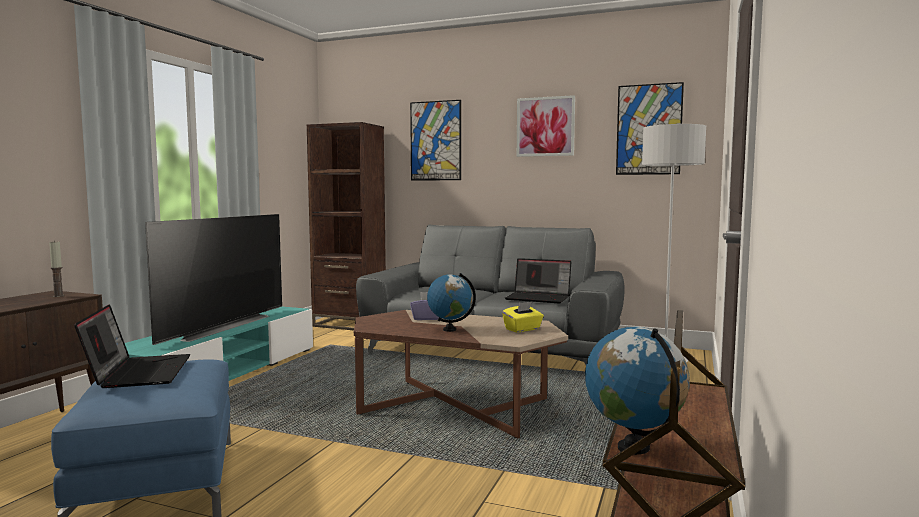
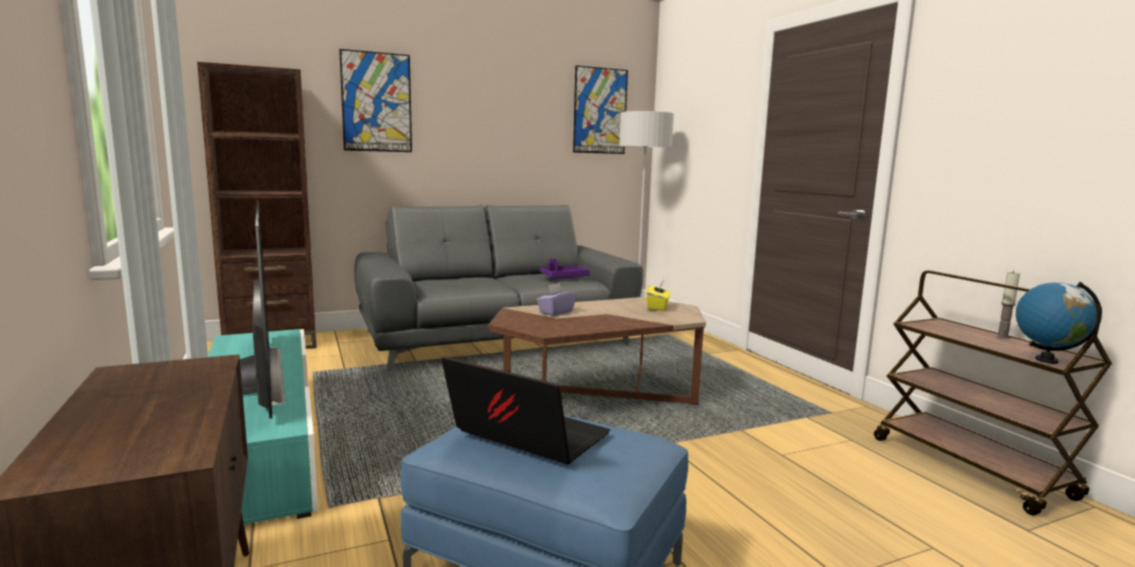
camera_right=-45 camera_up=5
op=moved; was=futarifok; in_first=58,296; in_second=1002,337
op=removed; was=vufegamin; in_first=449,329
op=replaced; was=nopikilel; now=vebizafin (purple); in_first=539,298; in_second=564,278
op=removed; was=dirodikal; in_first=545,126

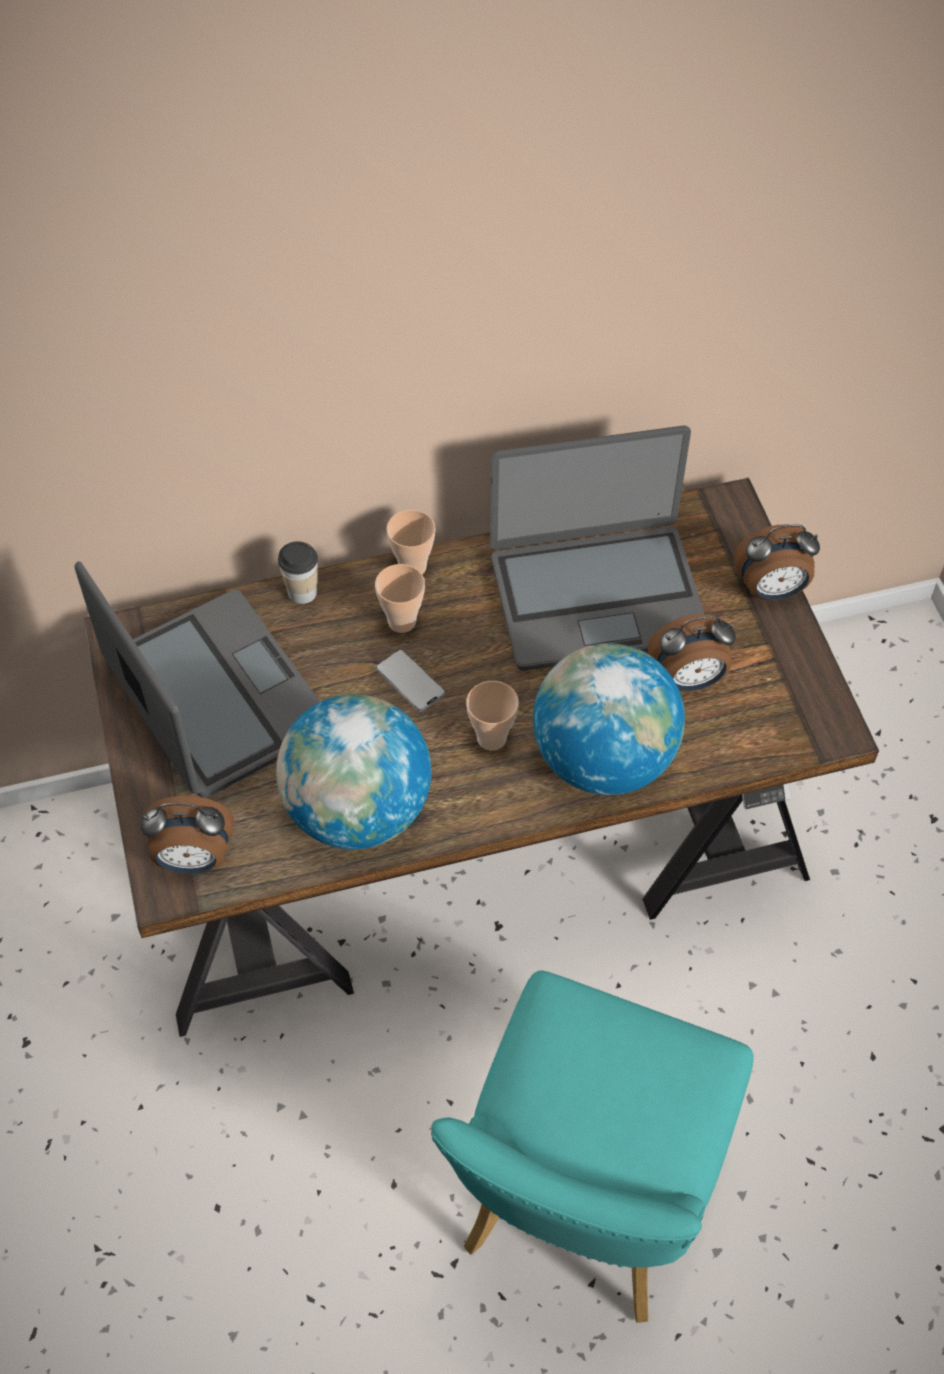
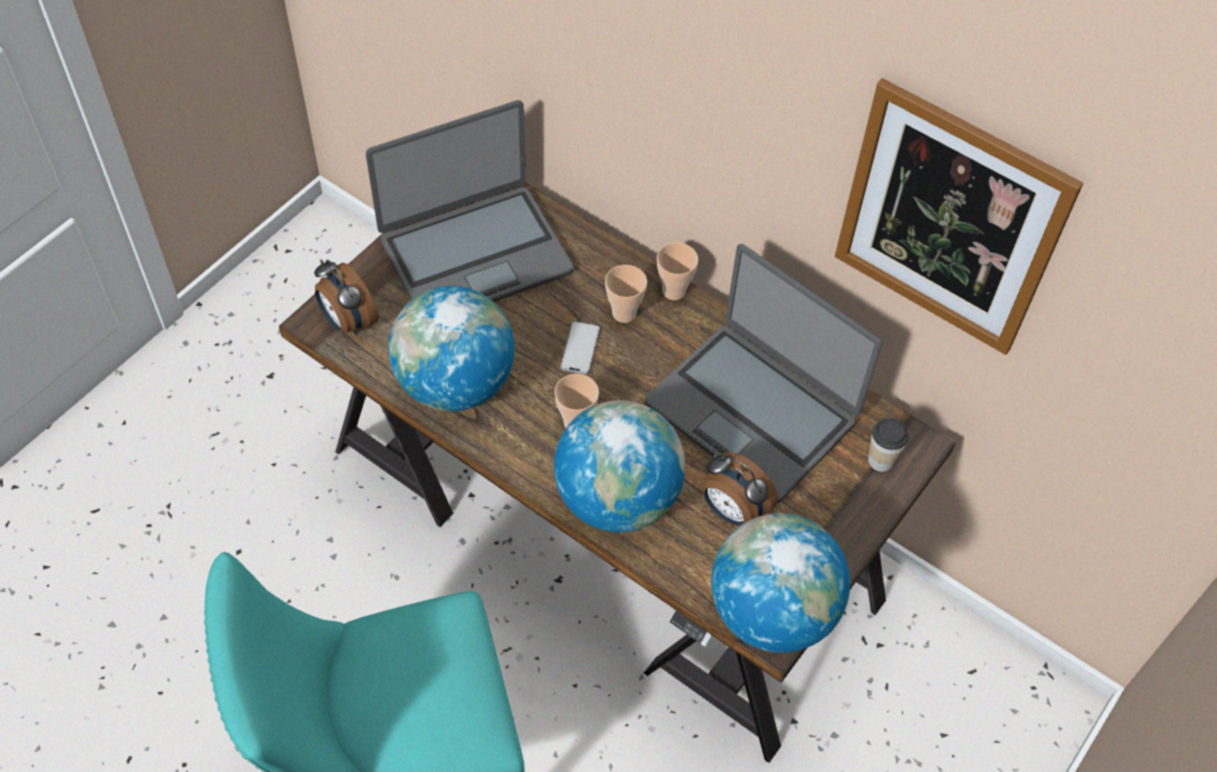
camera_right=50 camera_up=0
op=turned; was=nopikilel; in_first=215,697; in_second=475,254; clockwise=45
op=moved; was=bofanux; in_first=302,592; in_second=881,460
op=removed; was=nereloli; in_first=771,590
op=added; now=vufegamin; in_second=771,612
op=added; now=dirodikal; in_second=949,220

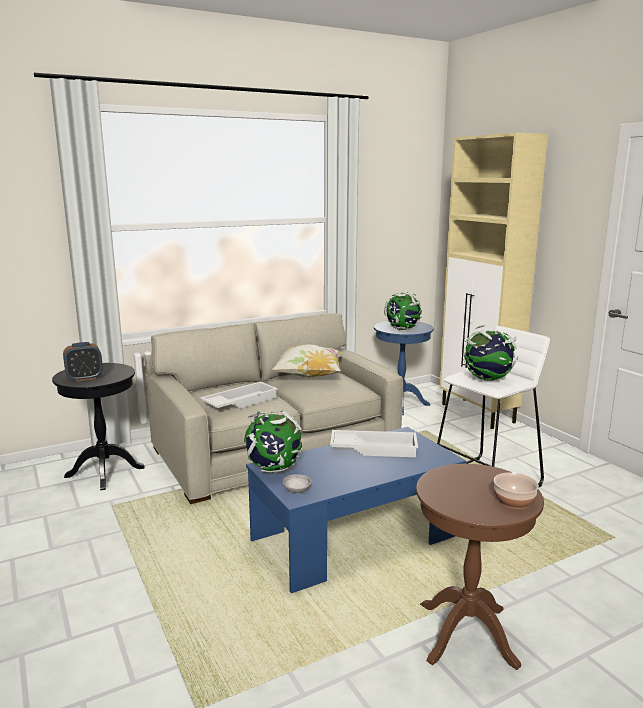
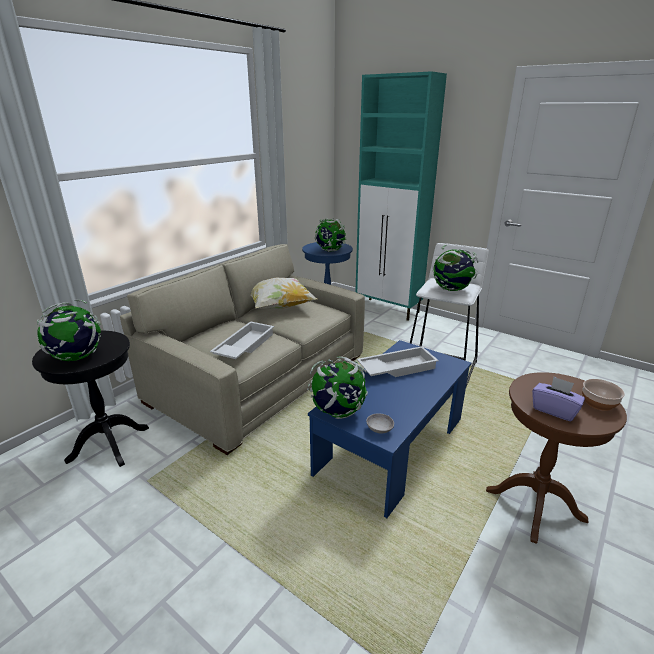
camera_right=-25 camera_up=10
op=replaced; was=nereloli; now=vufegamin; in_first=84,378; in_second=76,358
op=recoloured; was=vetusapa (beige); now=vetusapa (turquoise); in_first=478,413; in_second=388,309
op=added; now=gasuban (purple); in_second=554,410

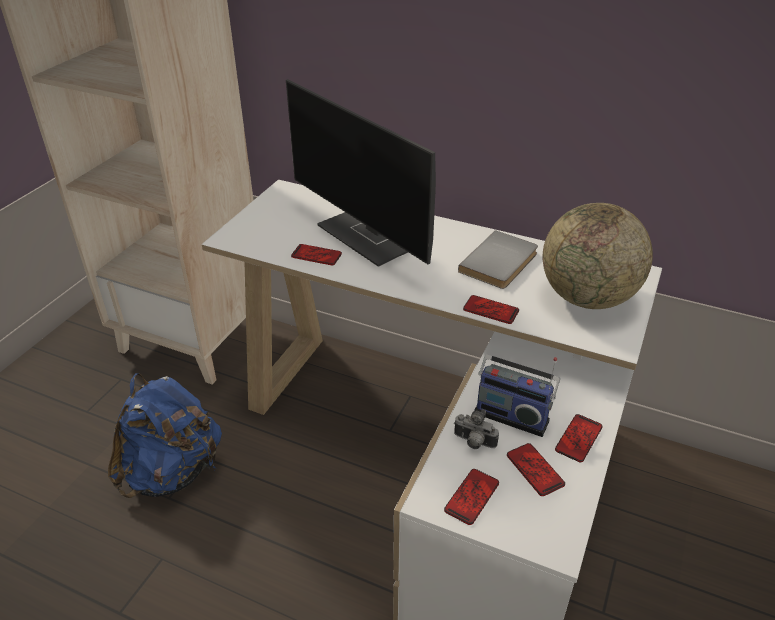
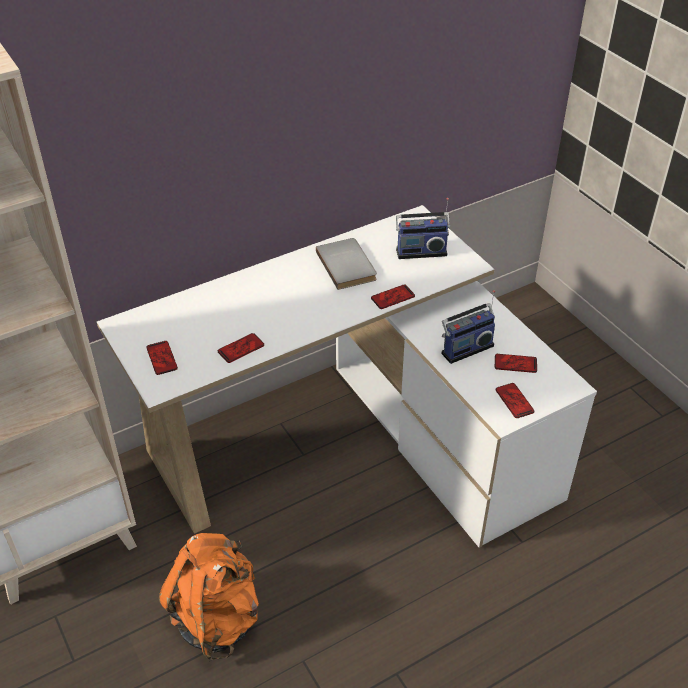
camera_right=-55 camera_up=5
op=recoloured; was=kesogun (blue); now=kesogun (orange); in_first=173,472; in_second=217,618
op=removed; was=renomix; in_first=372,237
op=removed; was=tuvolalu; in_first=473,442
op=replaced; was=vufegamin; now=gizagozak; in_first=587,297; in_second=421,251
op=moved; was=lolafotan; in_first=578,438; in_second=162,358

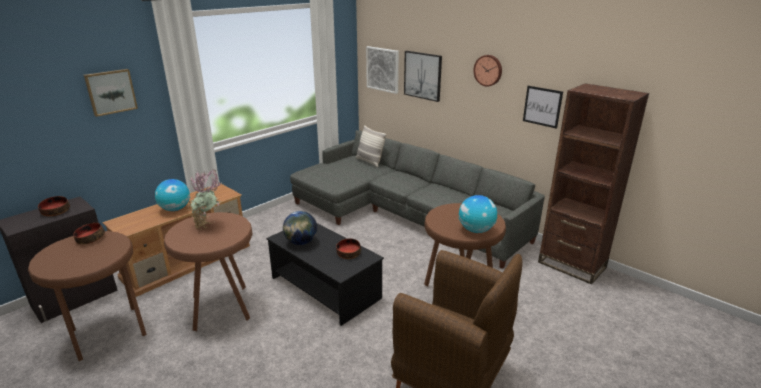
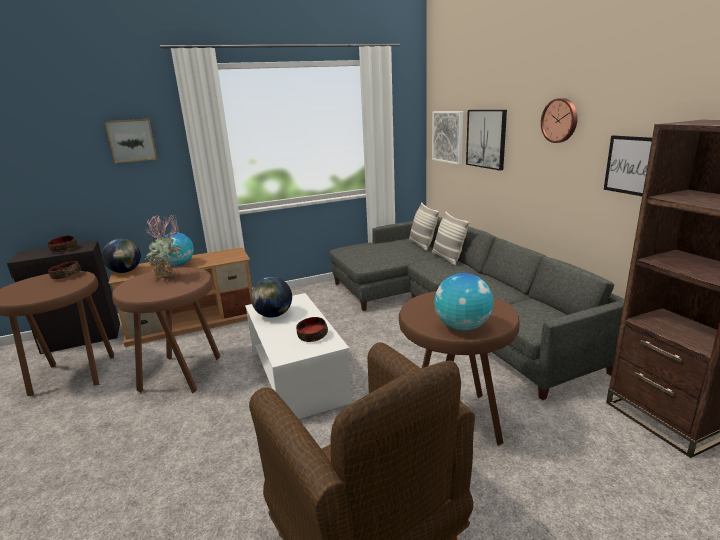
camera_right=25 camera_up=-5
op=recoloured; was=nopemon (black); now=nopemon (white); in_first=326,288; in_second=297,376
op=added; now=vufegamin; in_second=125,271
op=added; now=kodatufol; in_second=448,258

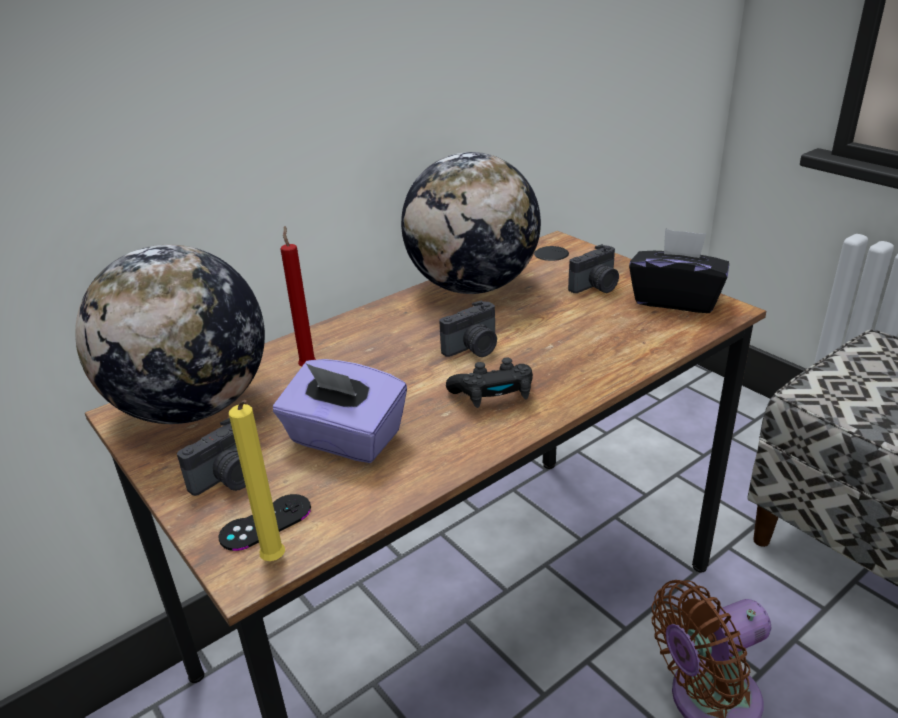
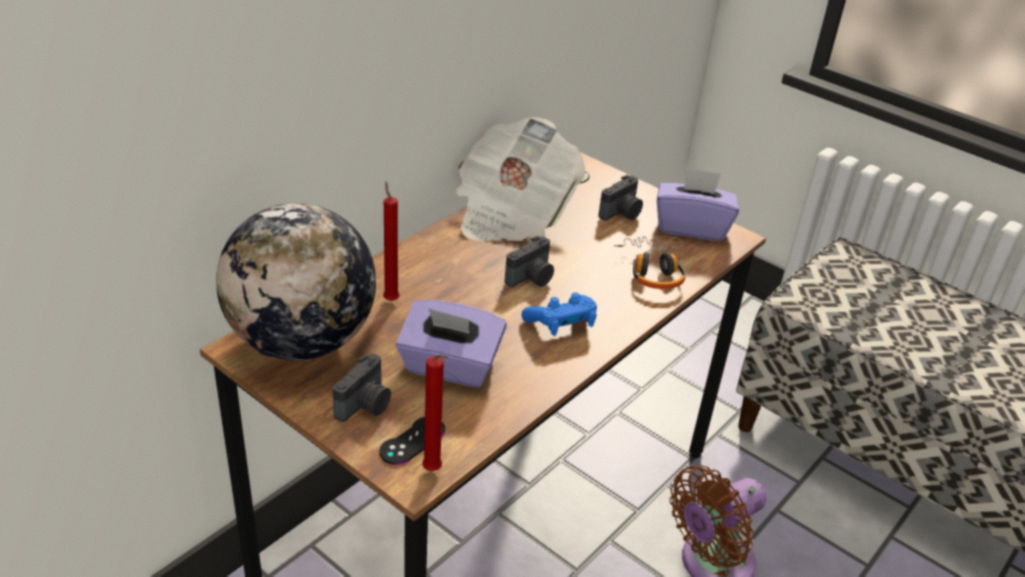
camera_right=-15 camera_up=5
op=recoloured; was=futarifok (yellow); now=futarifok (red); in_first=275,562; in_second=434,471
op=replaced; was=vufegamin; now=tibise; in_first=473,286; in_second=512,212
op=recoloured; was=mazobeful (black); now=mazobeful (blue); in_first=494,396; in_second=562,324
op=recoloured; was=gasuban (black); now=gasuban (purple); in_first=675,300; in_second=691,227
op=added; now=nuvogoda; in_second=653,269

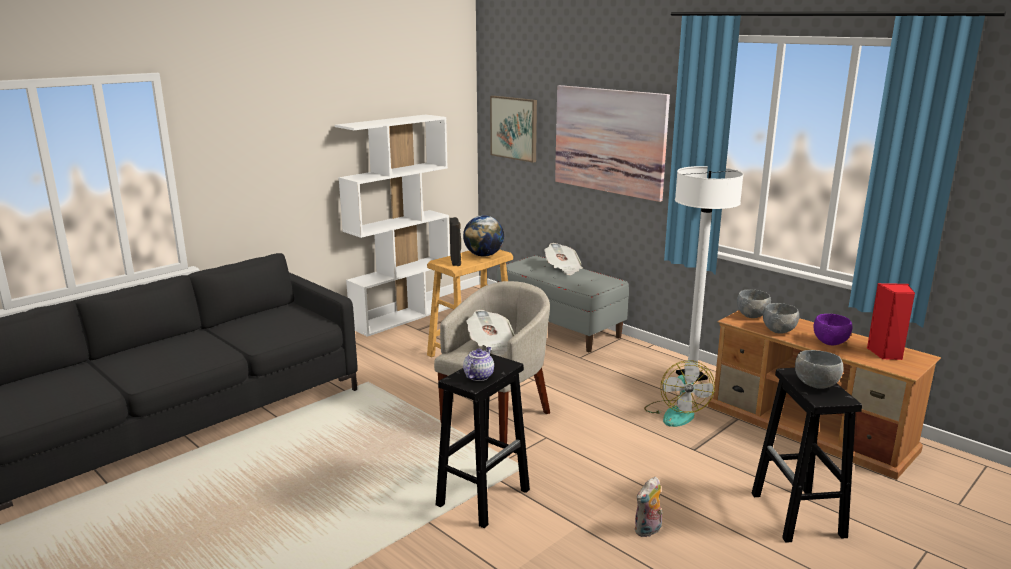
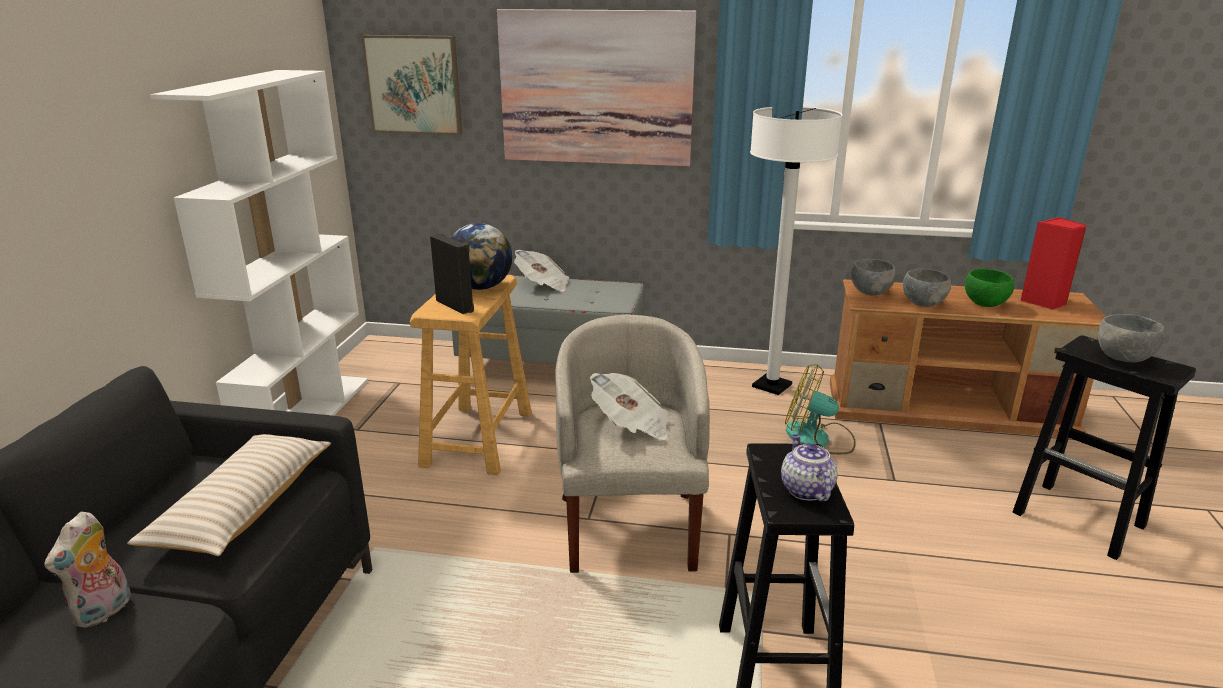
camera_right=-35 camera_up=5
op=moved; was=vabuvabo; in_first=648,531; in_second=104,612
op=turned; was=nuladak; in_first=676,413; in_second=818,439; clockwise=150
op=recoloured; was=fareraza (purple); now=fareraza (green); in_first=830,342; in_second=985,303
op=added; now=kodatufol (beige); in_second=243,507

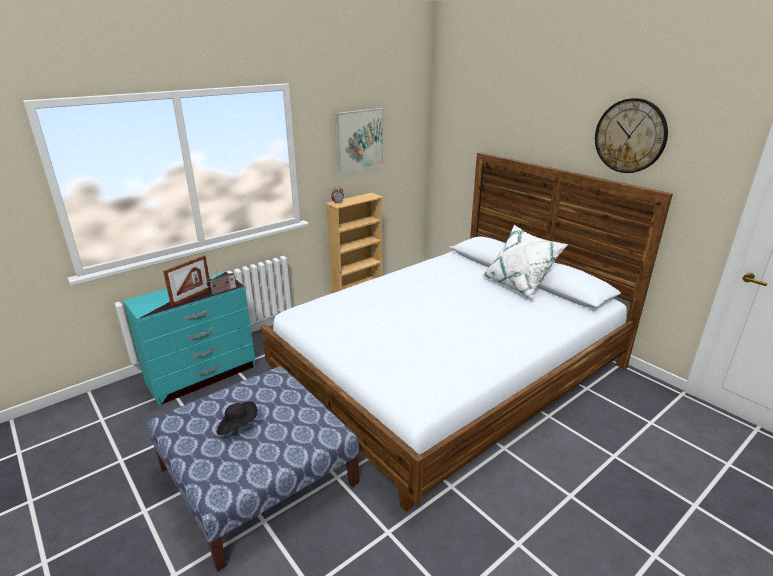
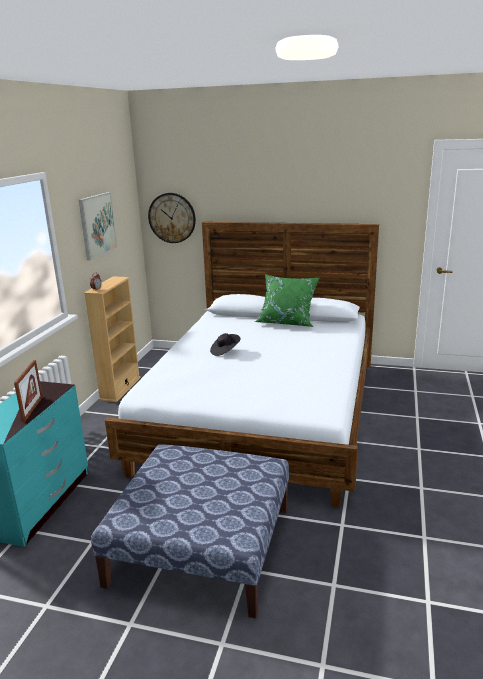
camera_right=-35 camera_up=-5
op=removed; was=gizagozak; in_first=222,290
op=moved; was=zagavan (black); in_first=238,426; in_second=225,351
op=recoloured; was=kodatufol (white); now=kodatufol (green); in_first=519,285; in_second=287,322
op=moved; was=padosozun; in_first=630,136; in_second=172,218

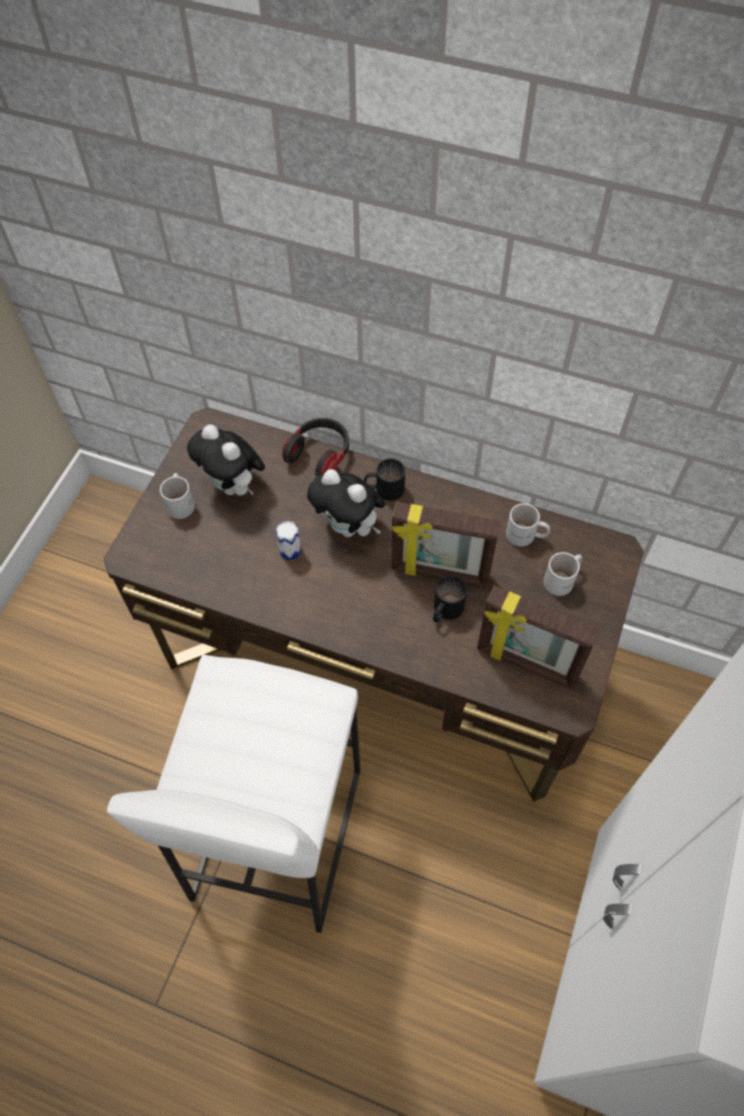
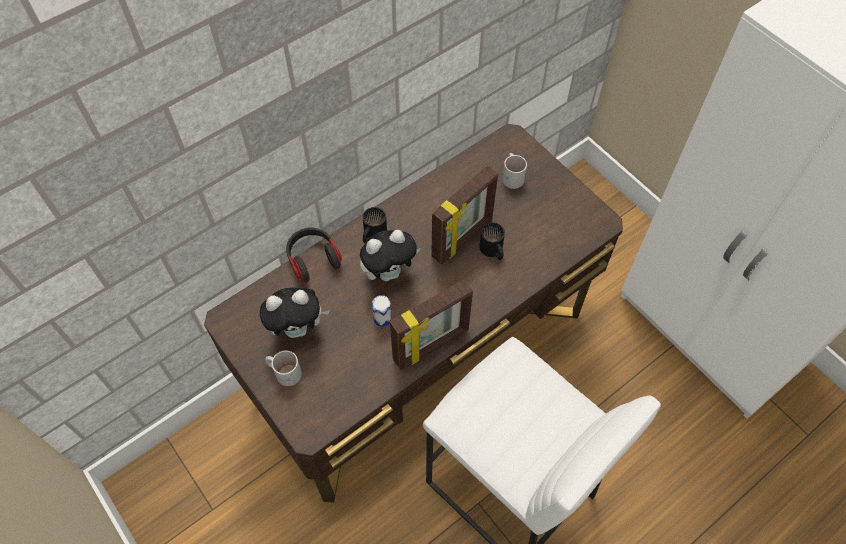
camera_right=-60 camera_up=0
op=moved; was=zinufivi; in_first=526,663; in_second=431,345
op=removed; was=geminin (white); in_first=526,536

